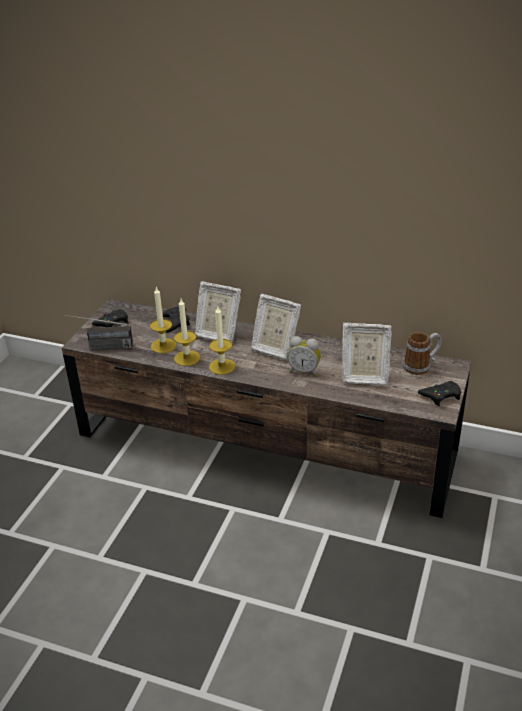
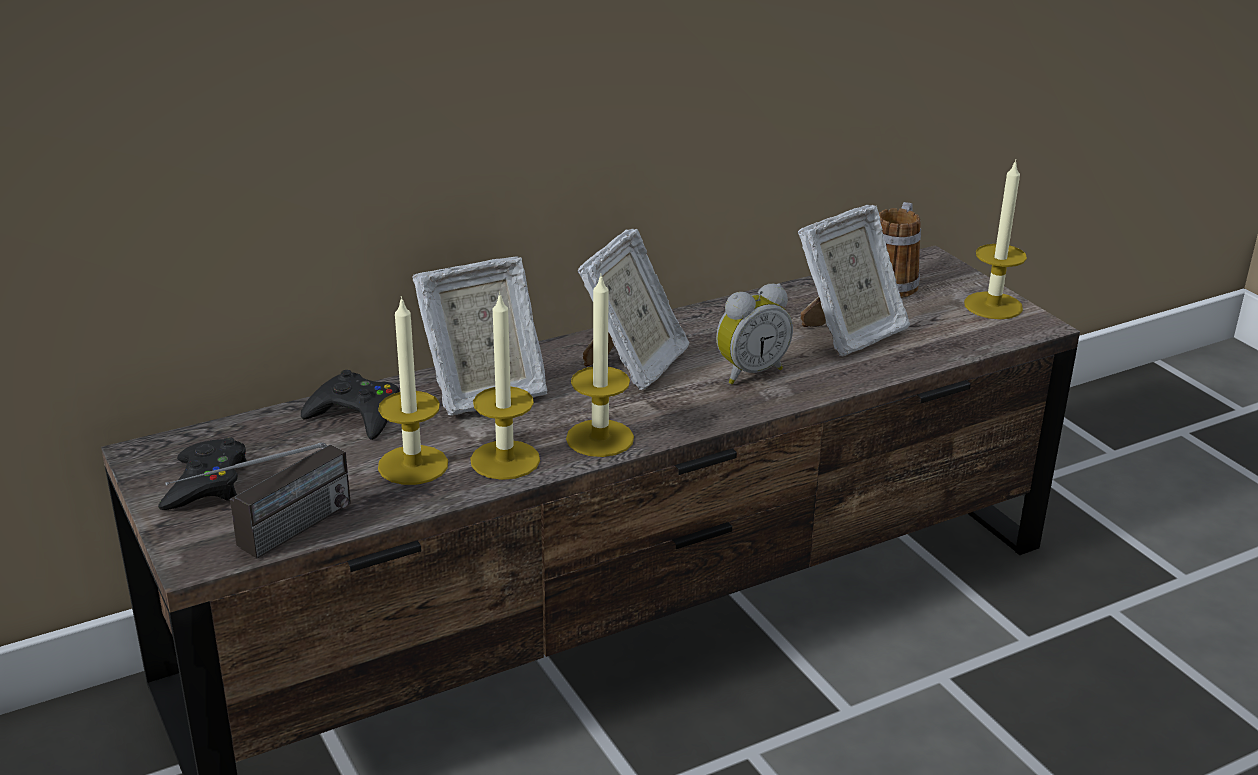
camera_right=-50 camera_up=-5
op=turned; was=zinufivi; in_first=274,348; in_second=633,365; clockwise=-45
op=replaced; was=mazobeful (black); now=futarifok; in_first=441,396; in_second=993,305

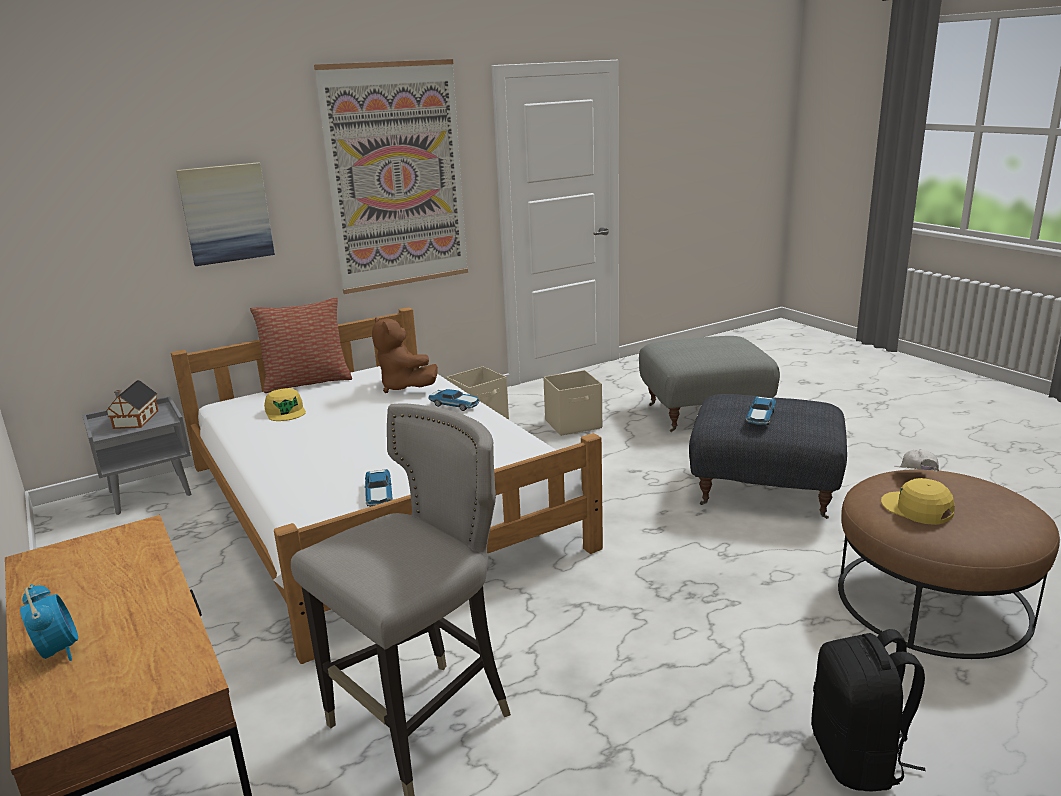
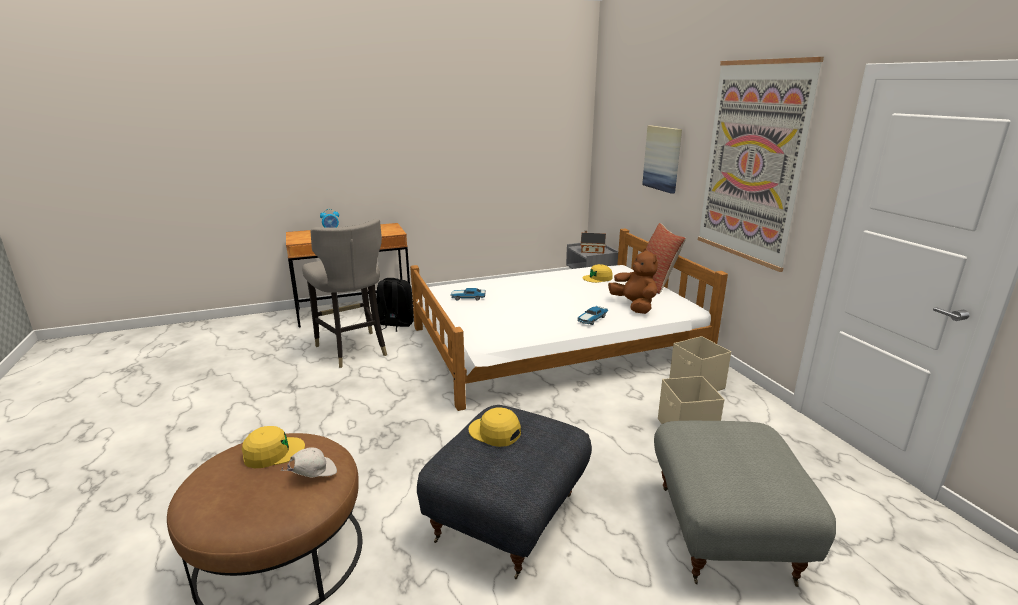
camera_right=100 camera_up=0
op=turned; was=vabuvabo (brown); in_first=404,387; in_second=634,306; clockwise=90
op=replaced; was=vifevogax; now=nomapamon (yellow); in_first=760,417; in_second=495,432
op=moved; was=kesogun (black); in_first=858,759; in_second=395,324
op=turned; was=nomapamon (white); in_first=915,478; in_second=313,474; clockwise=-45

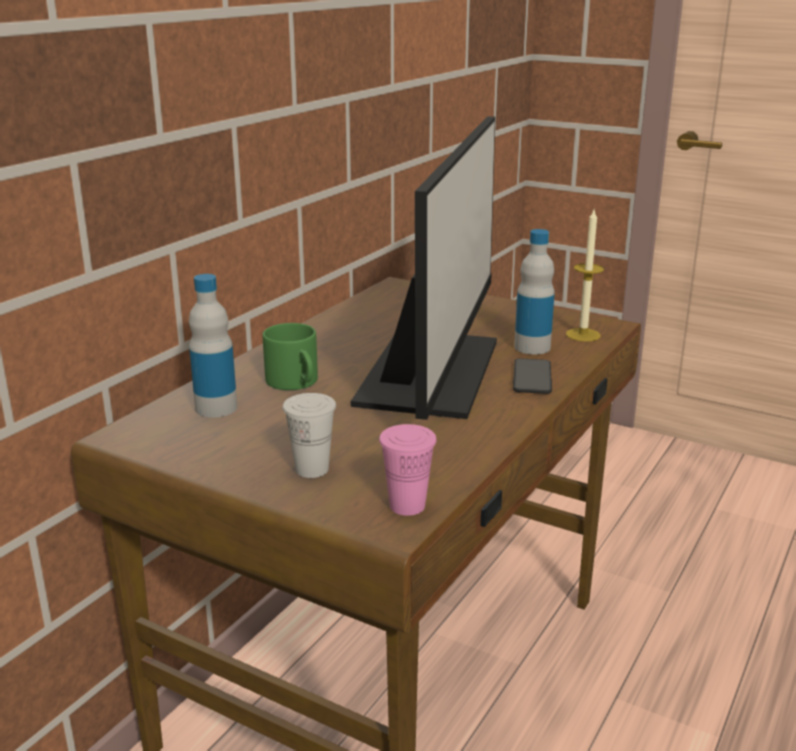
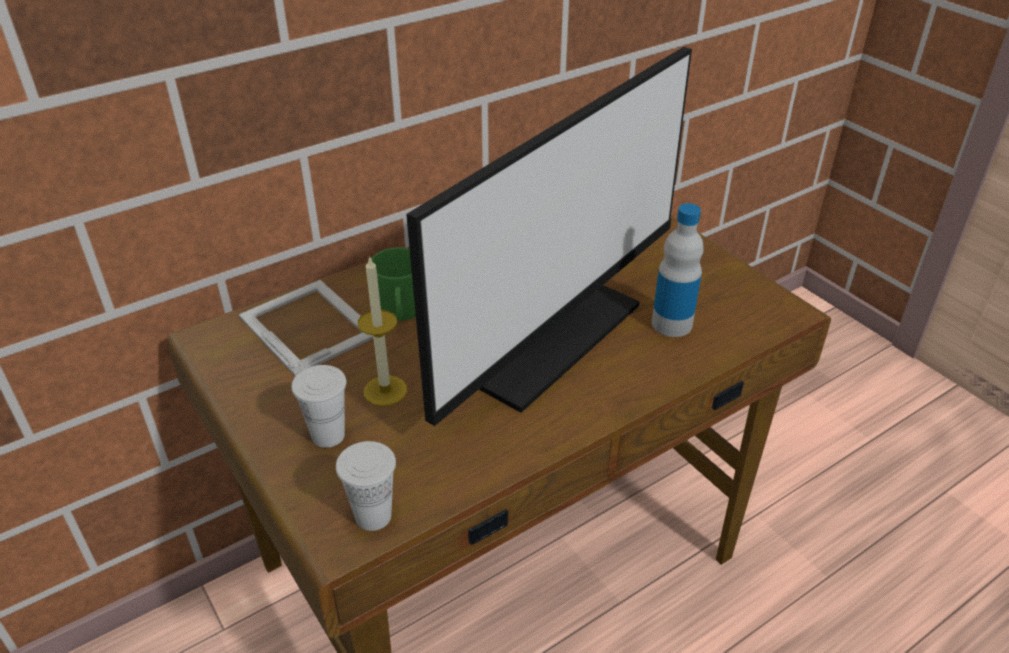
camera_right=25 camera_up=15
op=replaced; was=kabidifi; now=zinufivi; in_first=216,408; in_second=308,324
op=recoloured; was=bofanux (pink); now=bofanux (white); in_first=407,506; in_second=373,516
op=removed; was=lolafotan; in_first=532,378
op=moved; was=futarifok; in_first=583,335; in_second=385,390

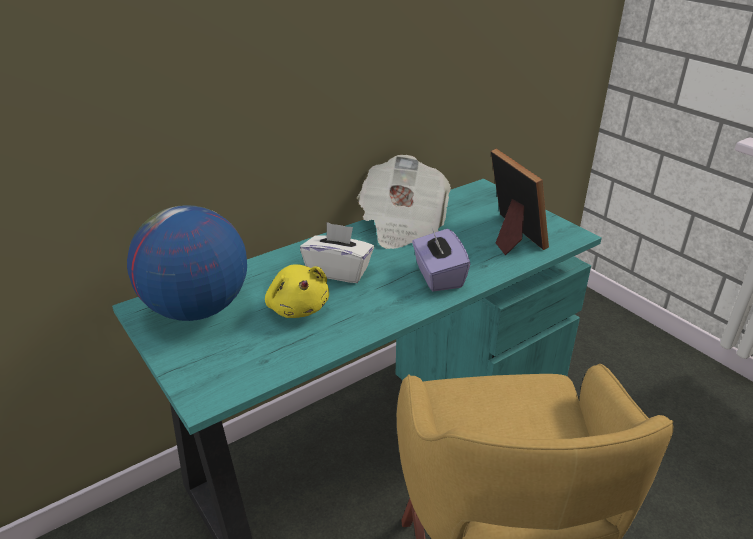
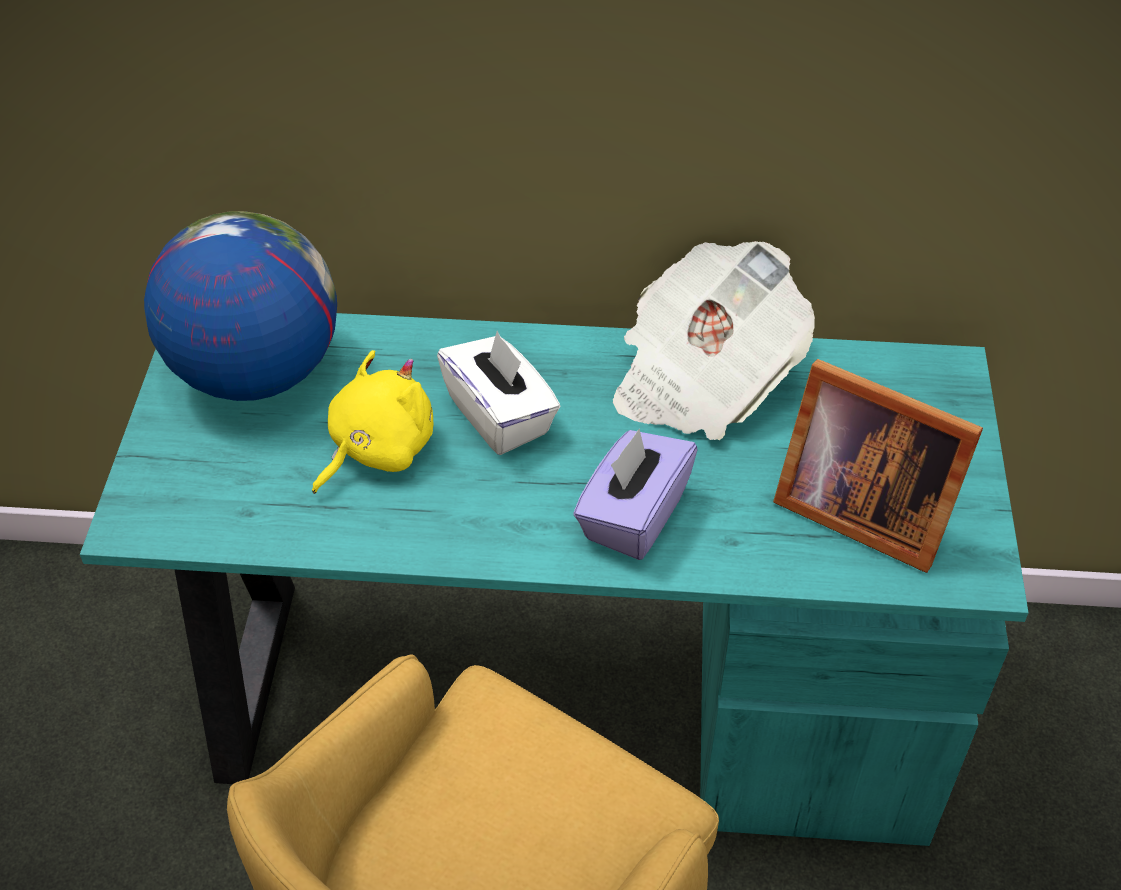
camera_right=40 camera_up=15
op=turned; was=vabuvabo (yellow); in_first=298,307; in_second=376,449; clockwise=-150
op=turned; was=zinufivi; in_first=510,236; in_second=858,508; clockwise=105

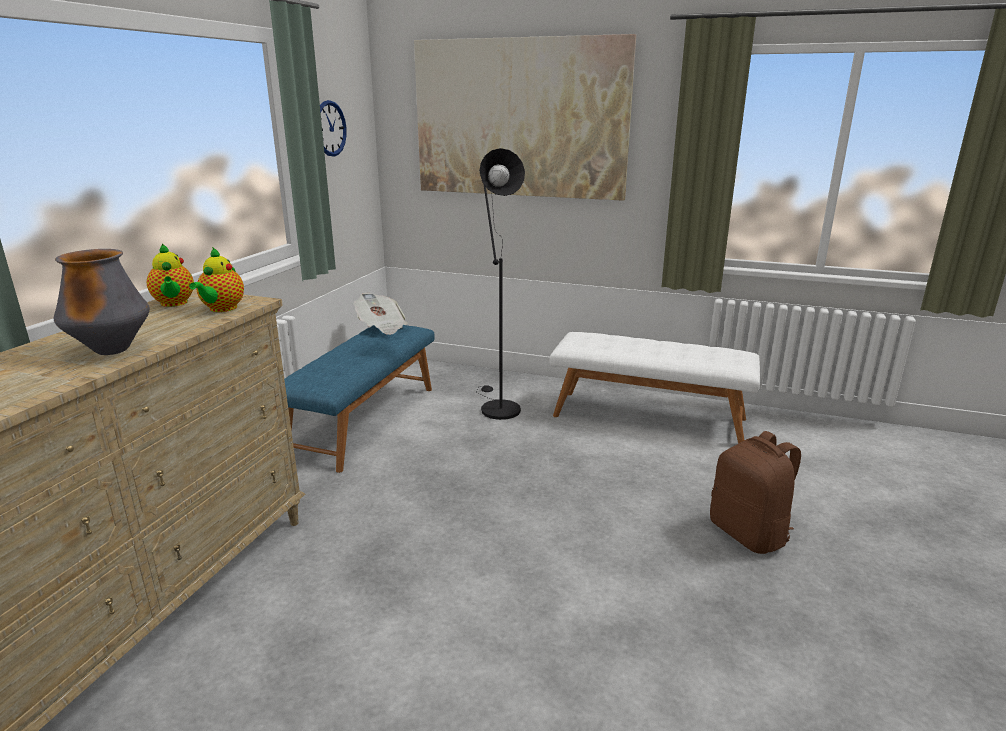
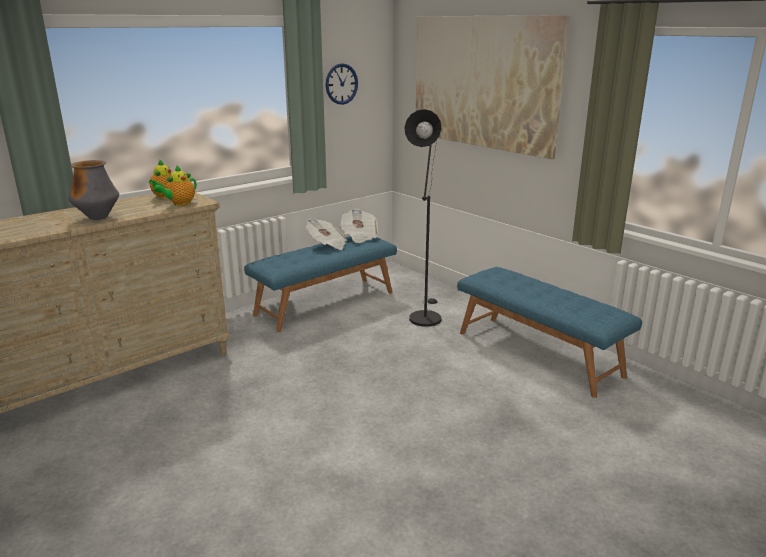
camera_right=30 camera_up=0
op=recoloured; was=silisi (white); now=silisi (blue); in_first=649,417; in_second=538,353
op=removed; was=kesogun (brown); in_first=749,534
op=added; now=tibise; in_second=327,244

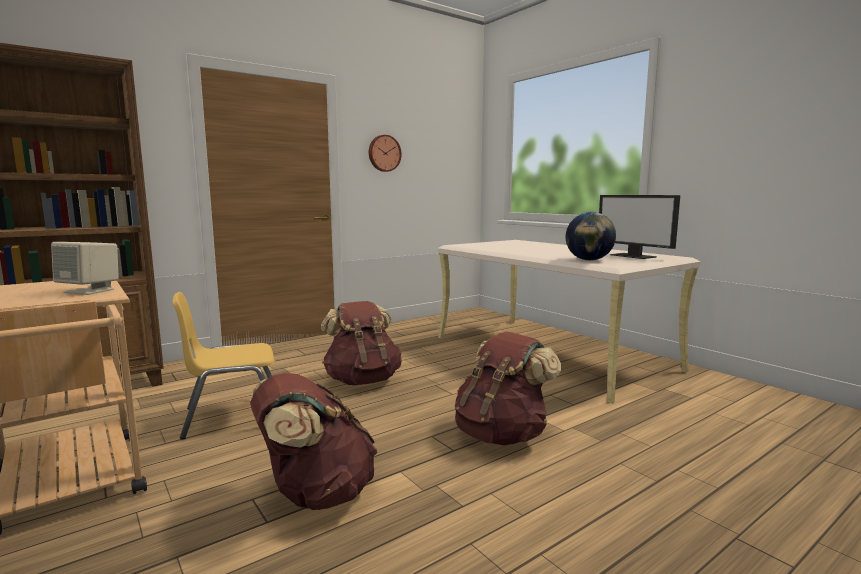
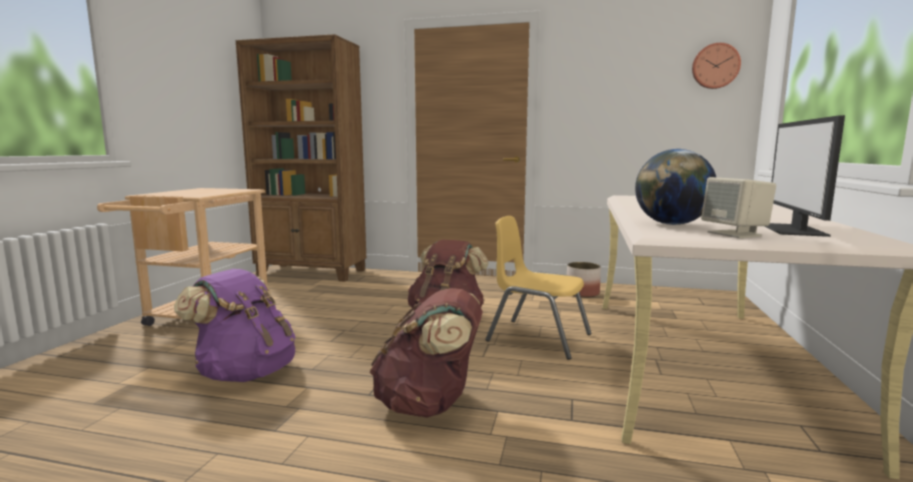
camera_right=50 camera_up=0
op=moved; was=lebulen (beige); in_first=90,291; in_second=735,234
op=moved; was=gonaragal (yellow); in_first=234,416; in_second=538,338
op=recoloured; was=kesogun (brown); now=kesogun (purple); in_first=315,494; in_second=246,373
op=moved; was=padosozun; in_first=384,153; in_second=715,66
op=added; now=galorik; in_second=582,293

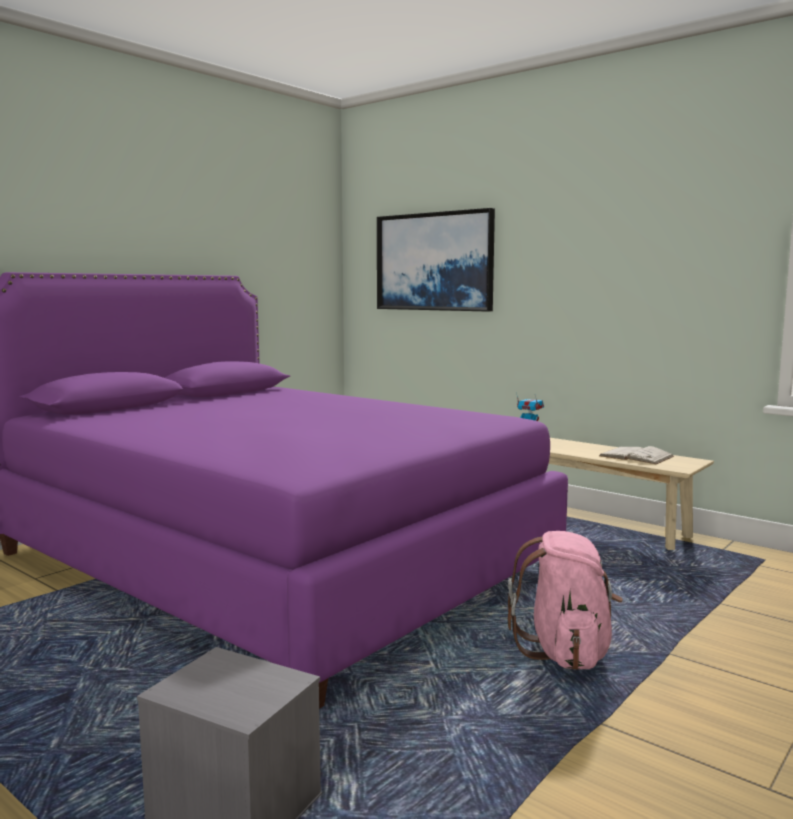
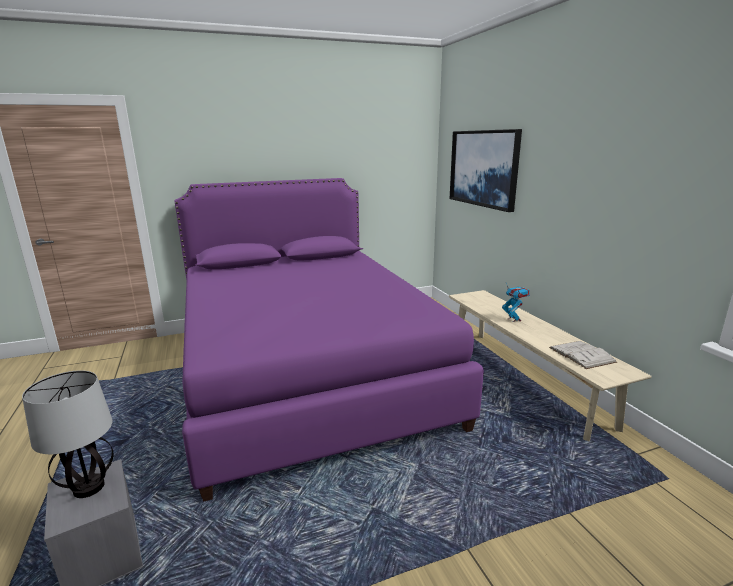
camera_right=30 camera_up=10
op=removed; was=kesogun (pink); in_first=565,652
op=added; now=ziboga; in_second=88,487

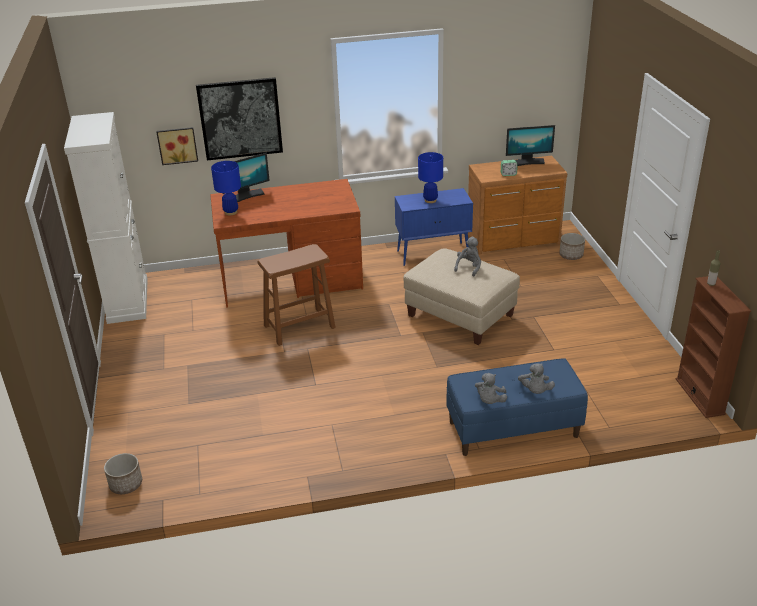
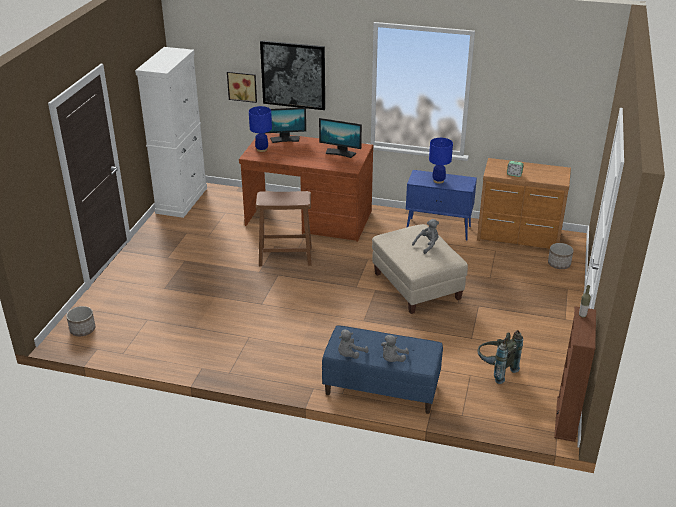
camera_right=25 camera_up=0
op=moved; was=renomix; in_first=528,162; in_second=340,153
op=added; now=kesogun (grey); in_second=495,370

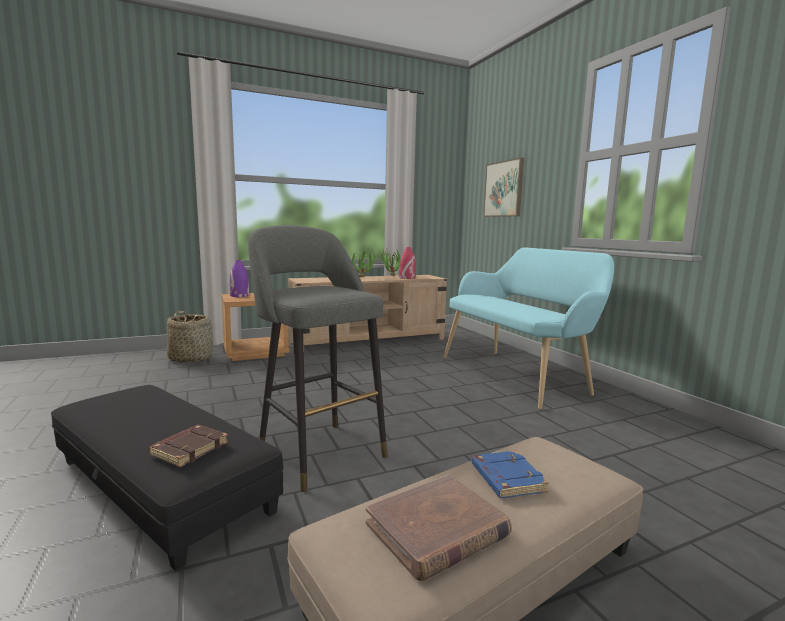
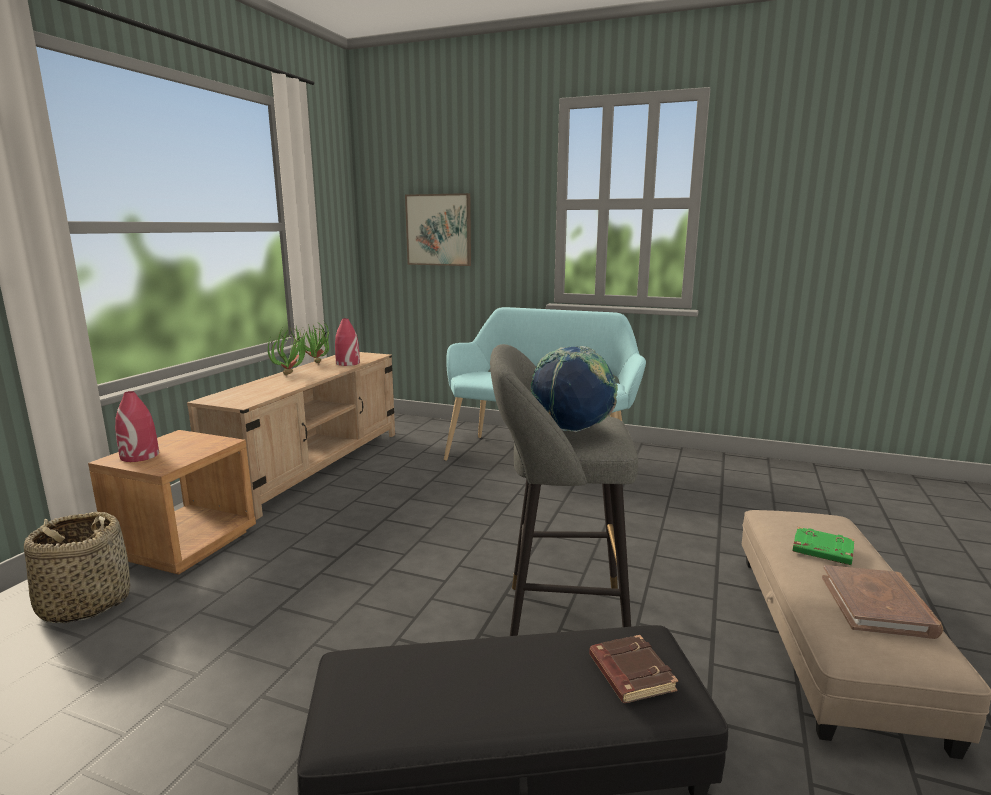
camera_right=-45 camera_up=5
op=recoloured; was=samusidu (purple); now=samusidu (red); in_first=239,295; in_second=140,456
op=recoloured; was=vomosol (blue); now=vomosol (green); in_first=506,479; in_second=821,551
op=added; now=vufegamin; in_second=572,430

